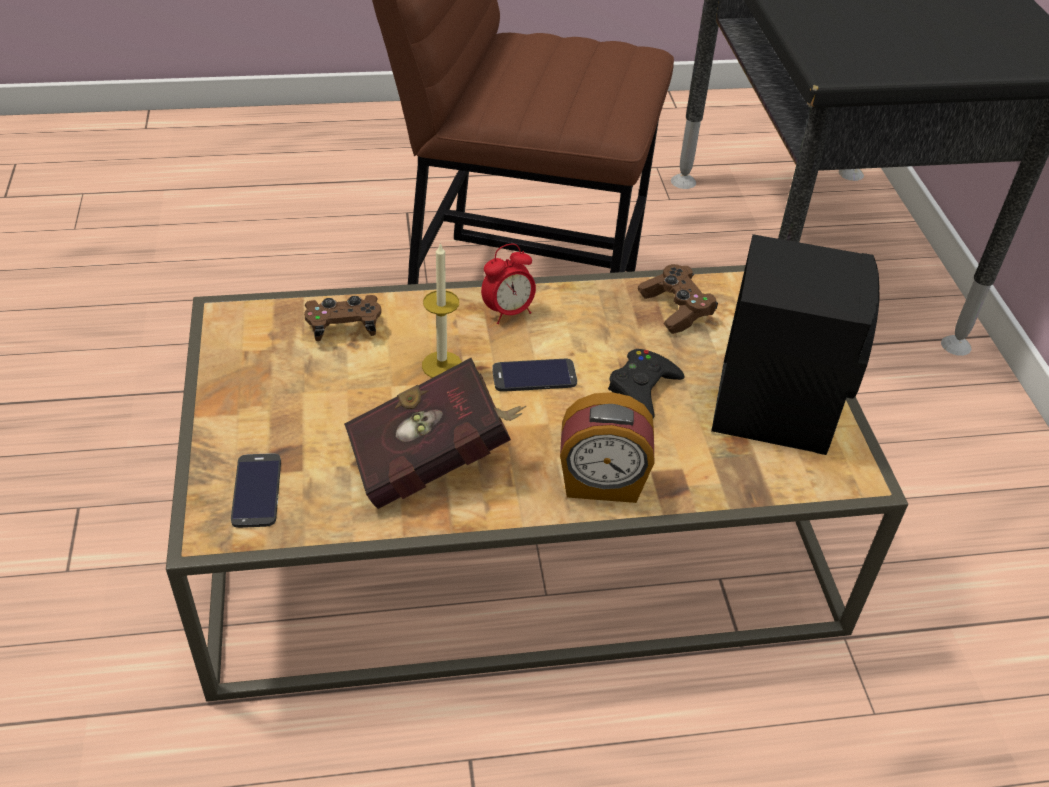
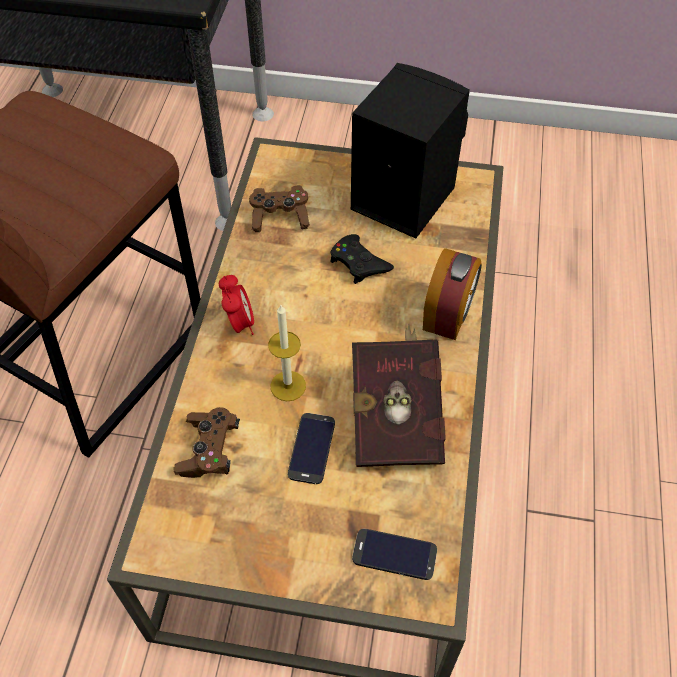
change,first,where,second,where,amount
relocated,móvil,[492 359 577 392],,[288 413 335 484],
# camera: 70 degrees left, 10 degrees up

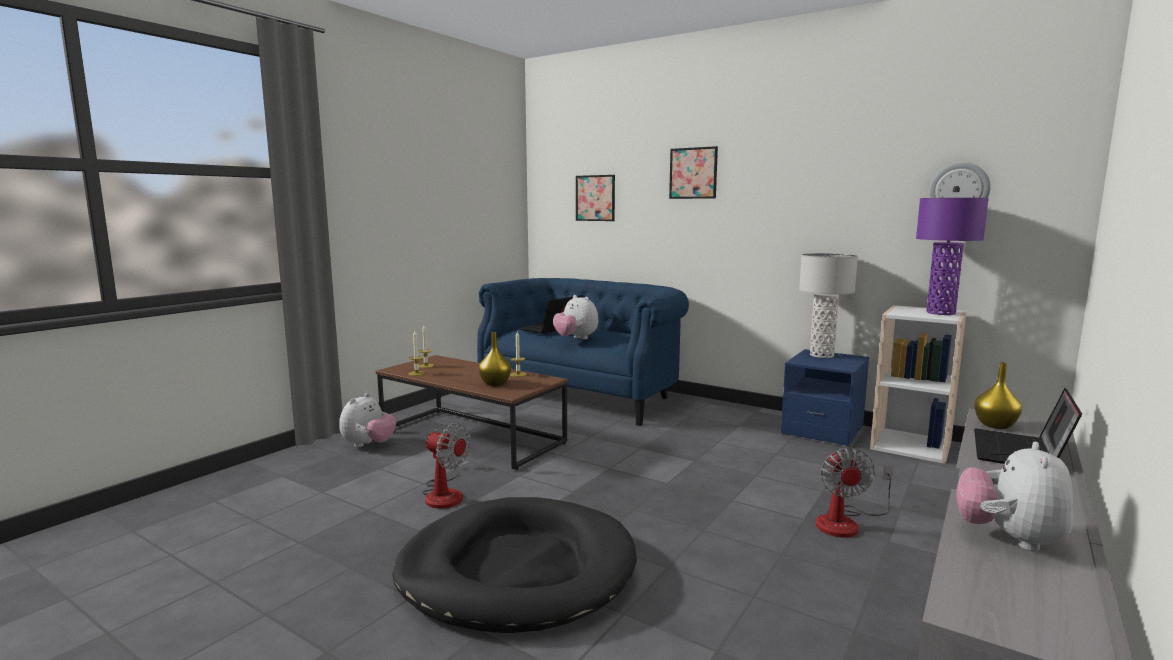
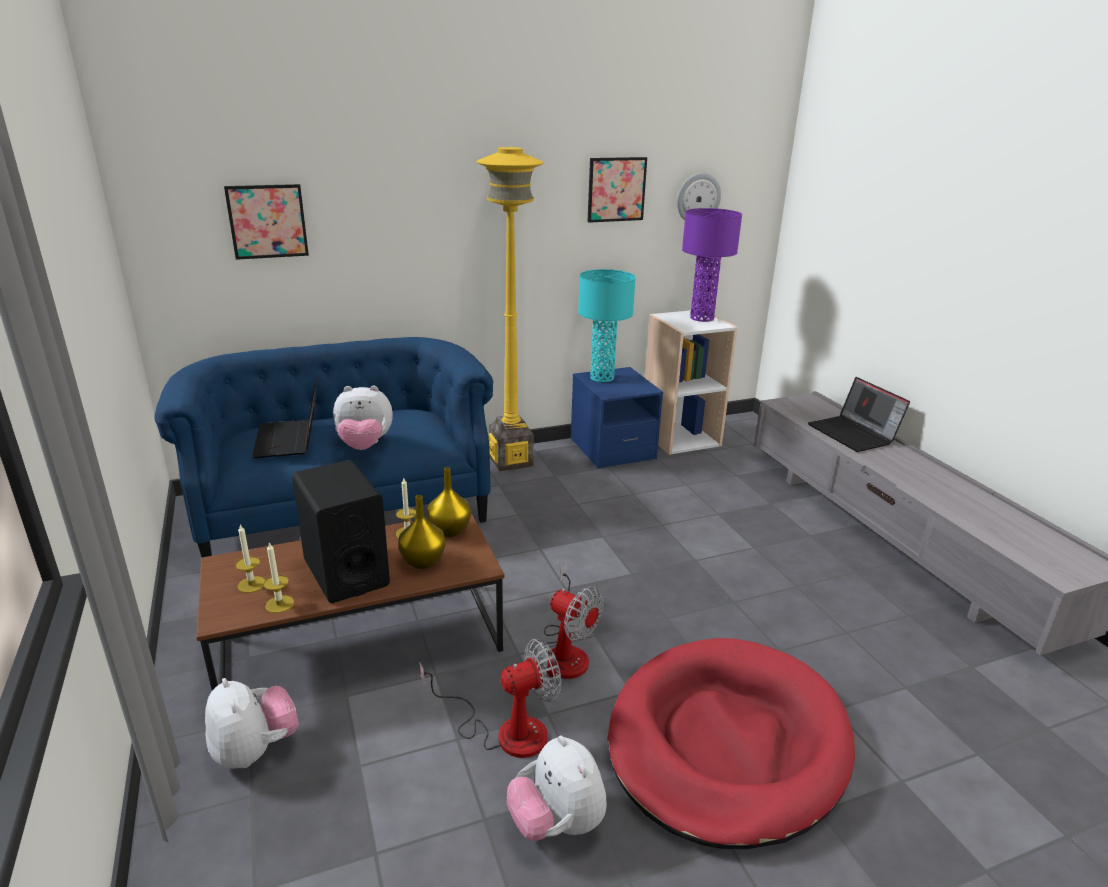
change,first,where,second,where,amount
appeared,,,altavoz [negro],[292 460 390 603],
appeared,,,lámpara de pie [amarillo],[477 147 544 471],
relocated,cuadro,[669 146 718 199],,[587 157 647 223],
relocated,ventilador,[816 448 893 538],,[542 564 604 679],
relocated,peluche,[956 442 1073 552],,[507 735 607 841],
relocated,florero [amarillo],[974 362 1022 429],,[427 467 471 537],
colour,cama para perro [negro],[392 497 637 633],cama para perro [rojo],[608 638 855 849],
colour,lámpara de mesa [blanco],[799 253 858 358],lámpara de mesa [turquesa],[578 269 636 382],
# camera: 55 degrees left, 15 degrees up

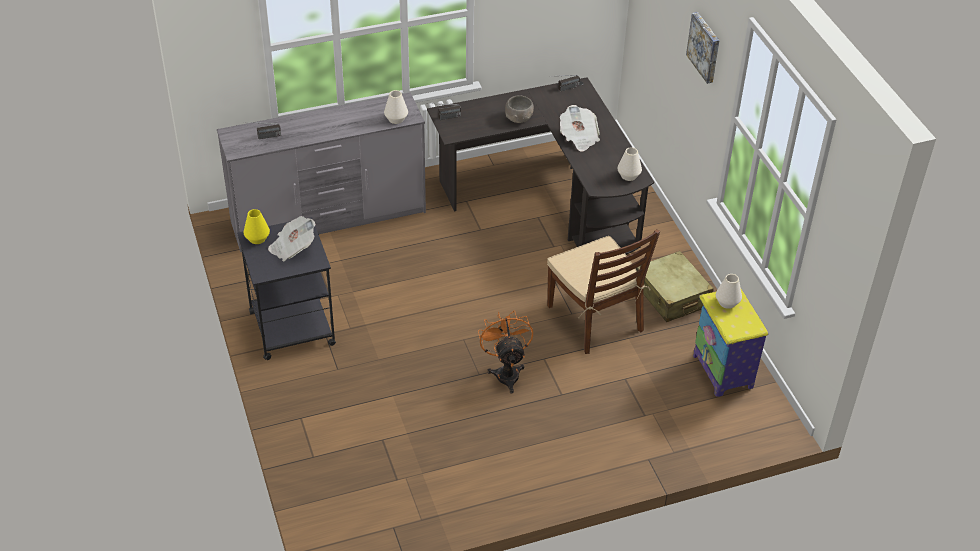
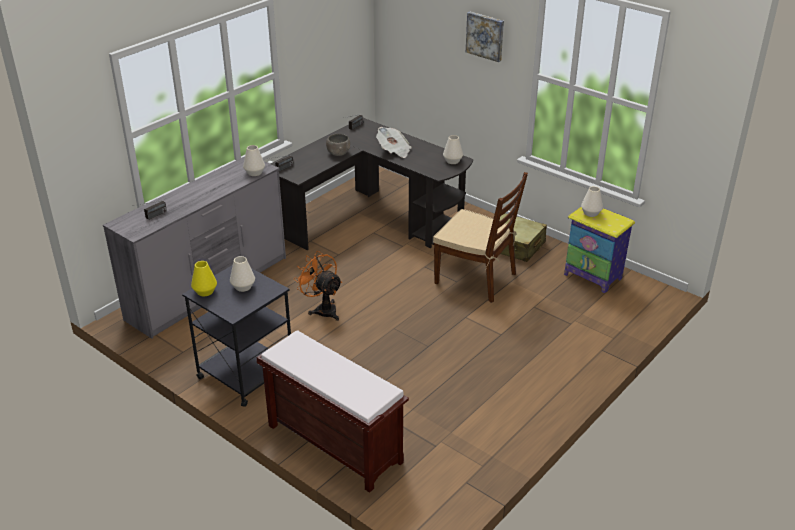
change,first,where,second,where,amount
appeared,,,banco [marrón],[257 330 409 493],
relocated,ventilador [naranja],[478 310 533 394],,[294 251 342 321],
exchanged,periódico,[268 216 316 261],florero [blanco],[230 256 255 292],
# camera: 30 degrees left, 10 degrees down

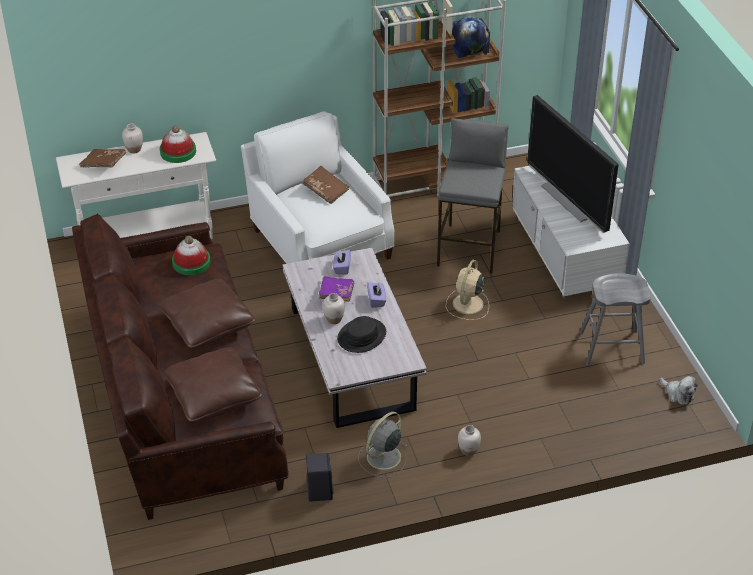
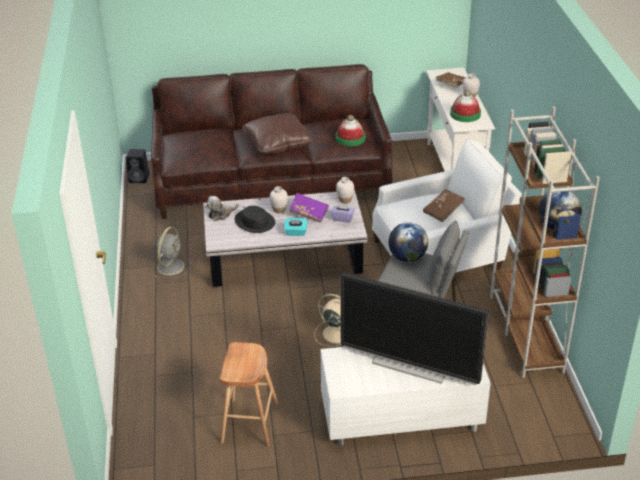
change,first,where,second,where,amount
missing,cojín [marrón],[164 347 262 422],,,
appeared,,,globo terráqueo,[389 222 428 262],
relocated,altavoz [negro],[306 453 333 502],,[126 149 149 183],
relocated,florero [blanco],[458 425 481 456],,[336 177 354 204],
relocated,peluche,[660 376 698 405],,[206 196 239 221],
colour,caja de pañuelos [morado],[367 282 386 308],caja de pañuelos [turquesa],[284 218 307 236],
colour,taburete [gris],[579 273 651 366],taburete [marrón],[220 342 279 447],
spun,ventilador [gris],[358 412 409 478],,[153 227 191 279],60 degrees clockwise
spun,televisor,[527 95 619 233],,[340 272 489 385],135 degrees counterclockwise
# camera: 100 degrees right, 5 degrees down

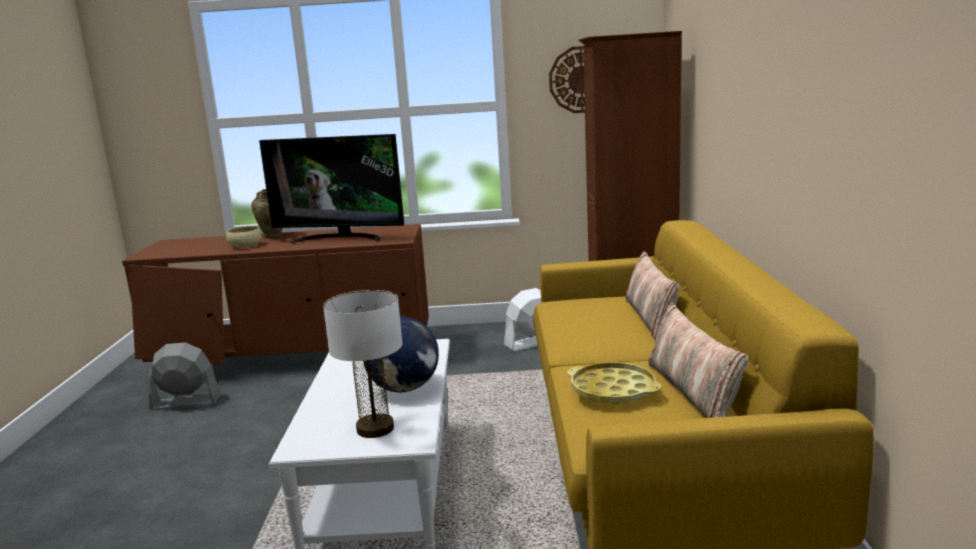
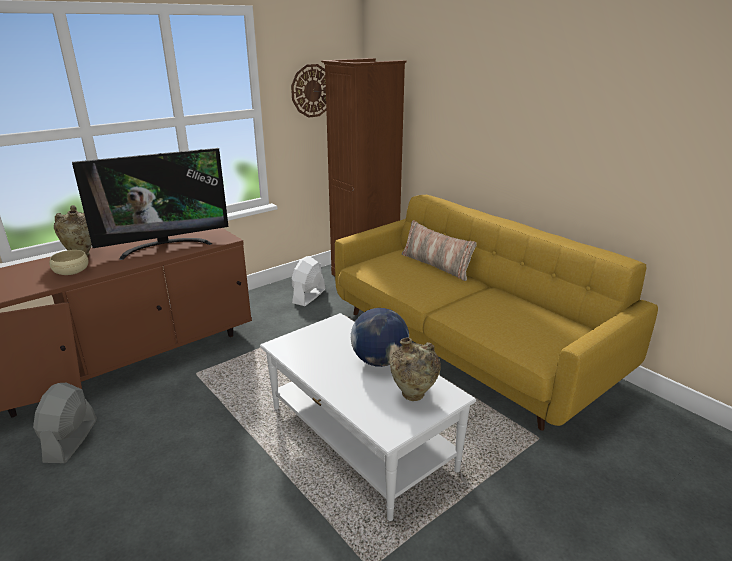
change,first,where,second,where,amount
missing,bandeja [amarillo],[567 362 662 405],,,
missing,cojín,[648 303 748 418],,,
exchanged,lámpara de mesa,[323 290 402 438],florero [beis],[390 338 441 401],
spun,ventilador [gris],[149 342 221 411],,[33 383 97 463],45 degrees counterclockwise
# camera: 40 degrees left, 10 degrees up

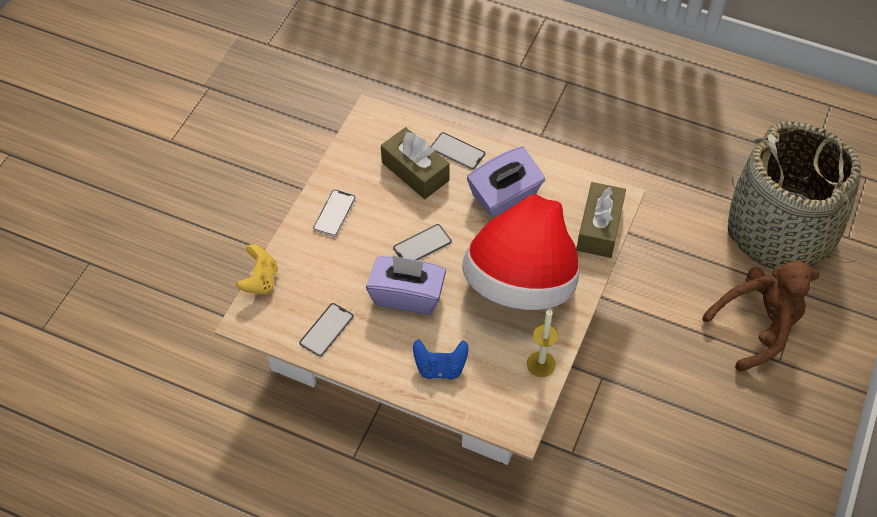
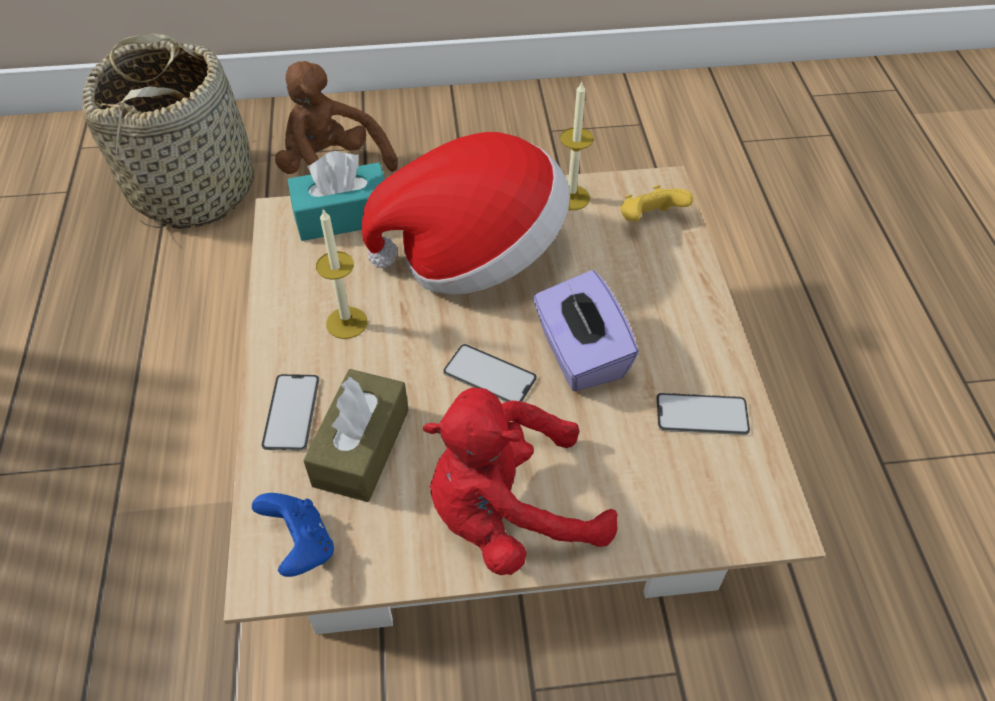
change,first,where,second,where,amount
relocated,mando de consola [amarillo],[236 244 278 295],,[620 185 693 222],
relocated,mando de consola [azul],[413 339 468 380],,[252 493 334 577],
exchanged,móvil,[313 189 356 237],peluche [rojo],[423 388 618 575],
exchanged,caja de pañuelos [morado],[467 147 545 217],vela,[316 209 367 339],
colour,caja de pañuelos [marrón],[576 182 626 258],caja de pañuelos [turquesa],[288 151 385 241],
# camera: 120 degrees left, 5 degrees down

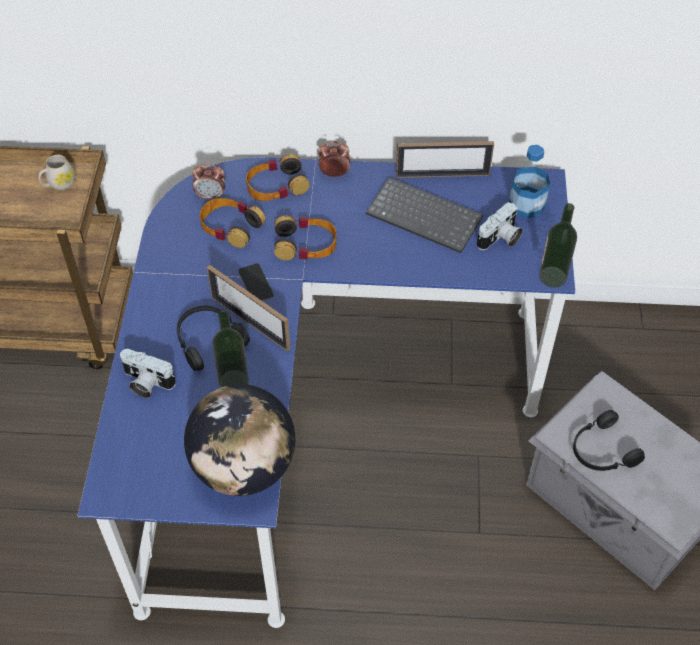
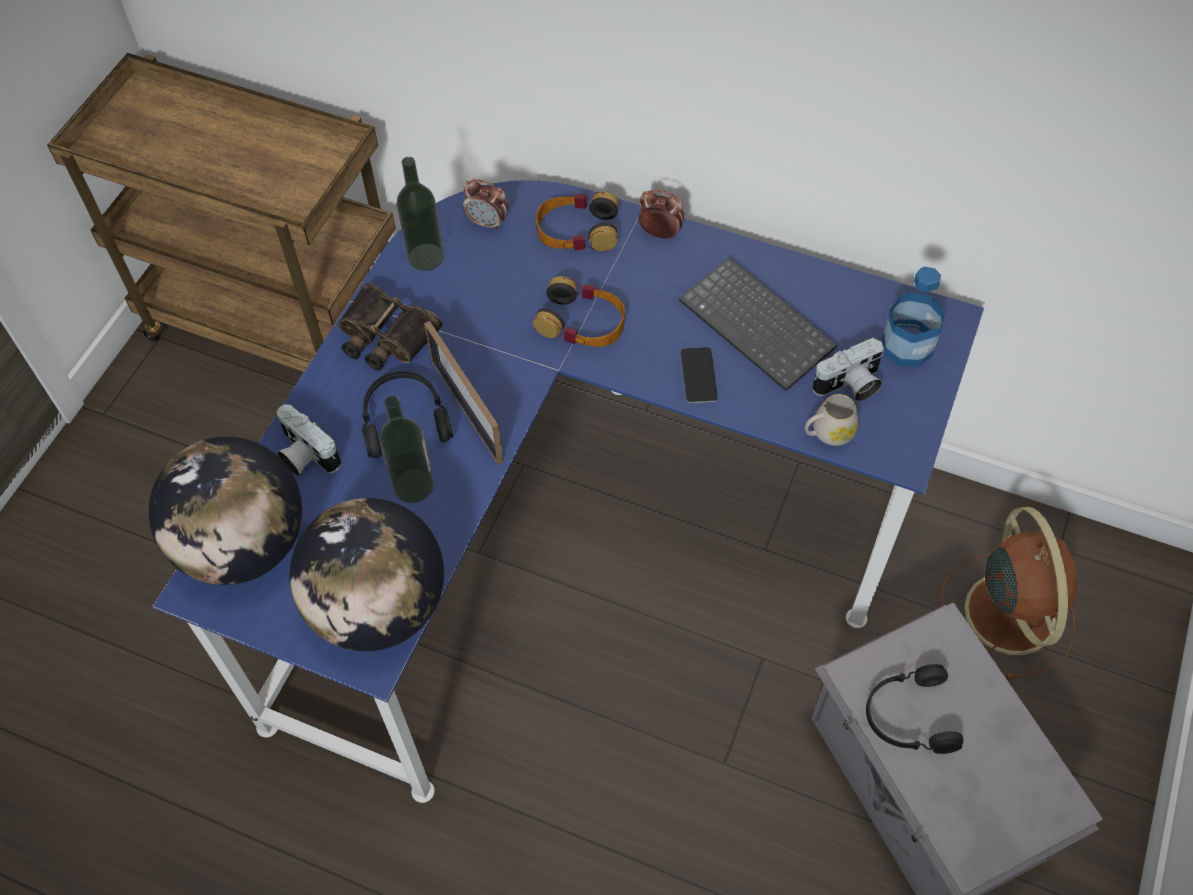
change,first,where,second,where,amount
missing,auriculares,[200 198 266 248],,,
missing,portarretratos,[396 141 494 178],,,
appeared,,,globo terráqueo,[149 437 302 585],
appeared,,,prismáticos,[338 283 443 371],
appeared,,,ventilador [marrón],[940 507 1077 680],
relocated,taza grande [blanco],[38 155 75 190],,[805 394 858 446],
relocated,móvil,[238 263 274 301],,[681 347 718 403],
relocated,botella,[539 203 577 288],,[397 157 444 271],
# camera: 20 degrees right, 5 degrees up

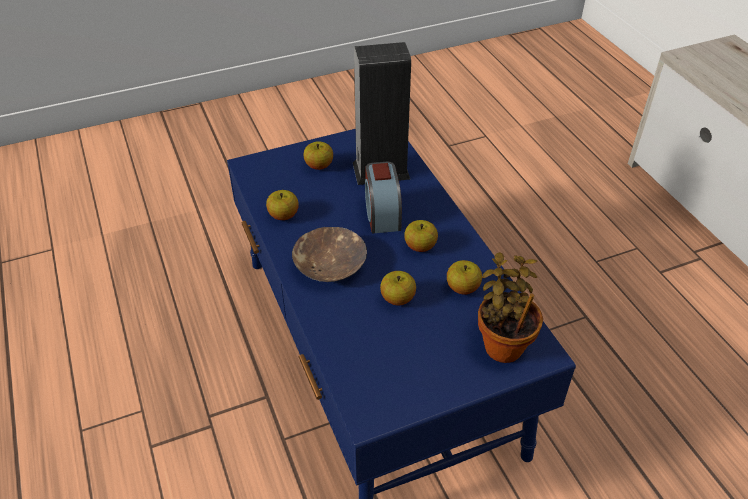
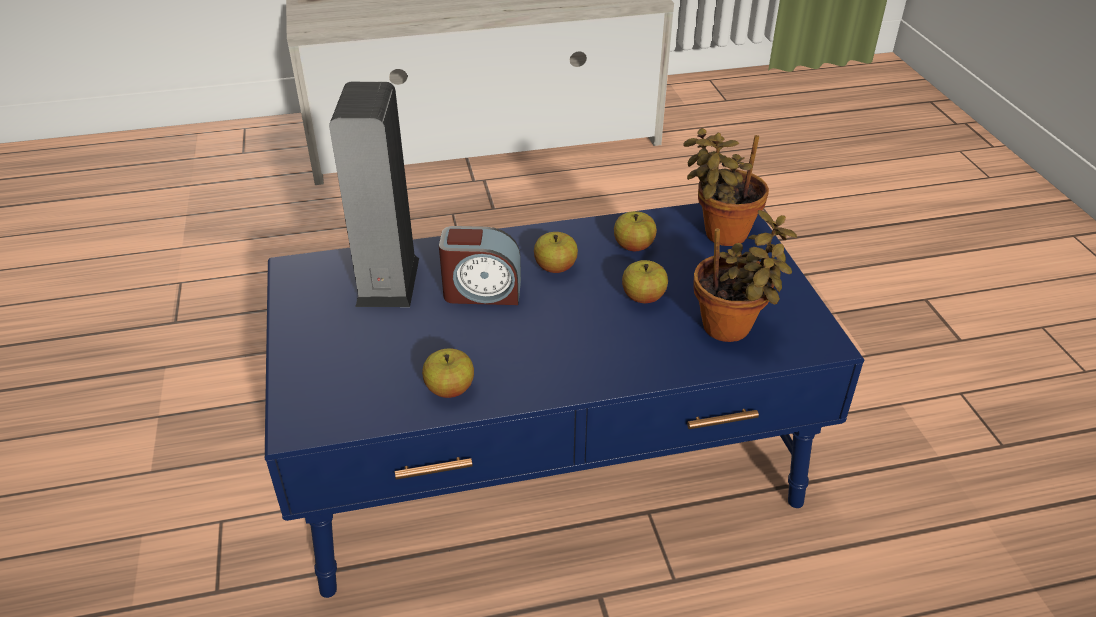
change,first,where,second,where,amount
missing,cuenco [marrón],[292 227 367 282],,,
missing,manzana,[304 141 333 170],,,
appeared,,,planta en maceta,[693 210 797 342],
# camera: 80 degrees left, 5 degrees down

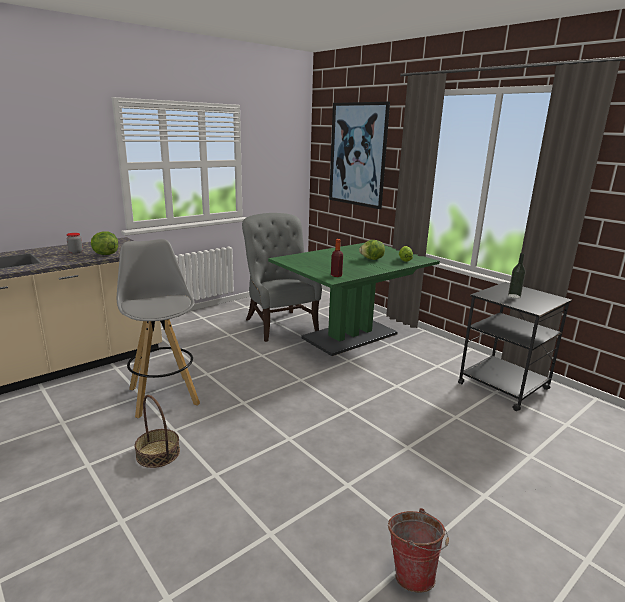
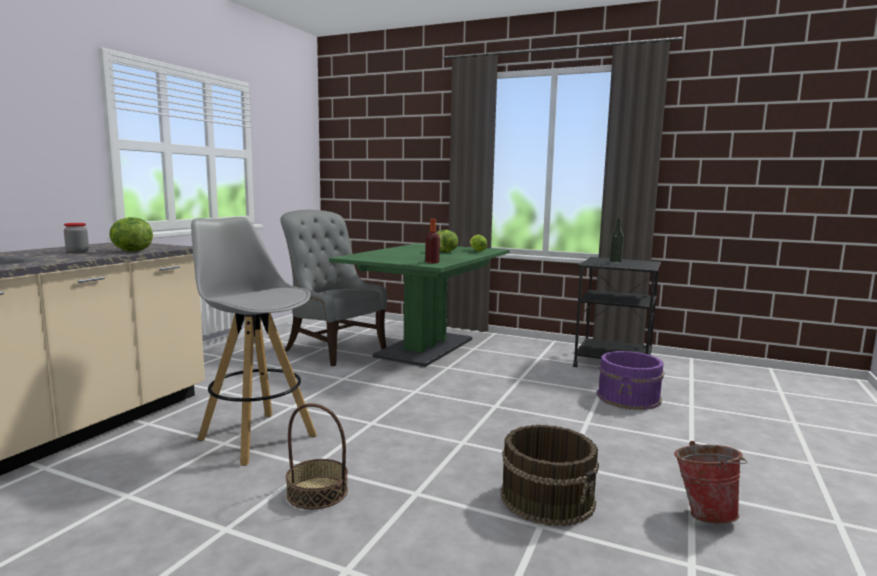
change,first,where,second,where,amount
missing,cuadro,[329 102 390 209],,,
appeared,,,cubo [marrón],[501 424 599 526],
appeared,,,cubo [morado],[597 351 664 410],
# camera: 25 degrees left, 10 degrees down

